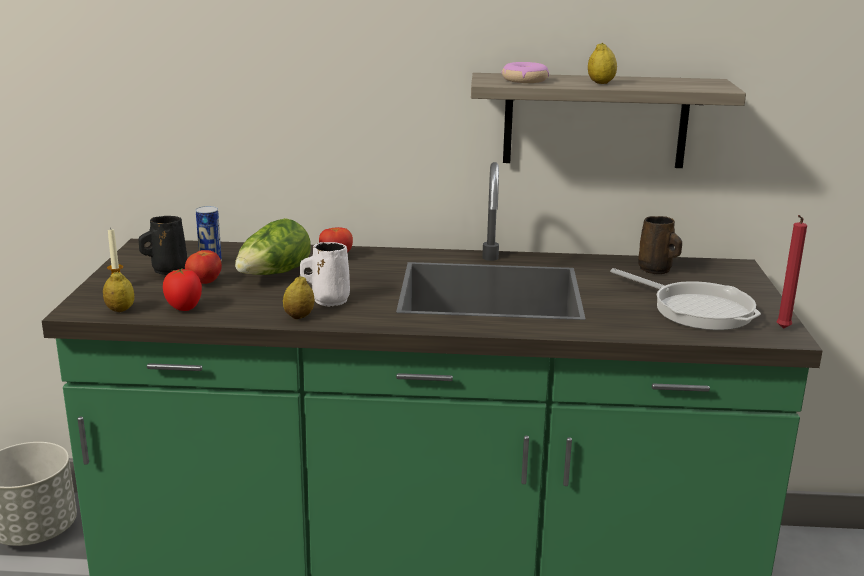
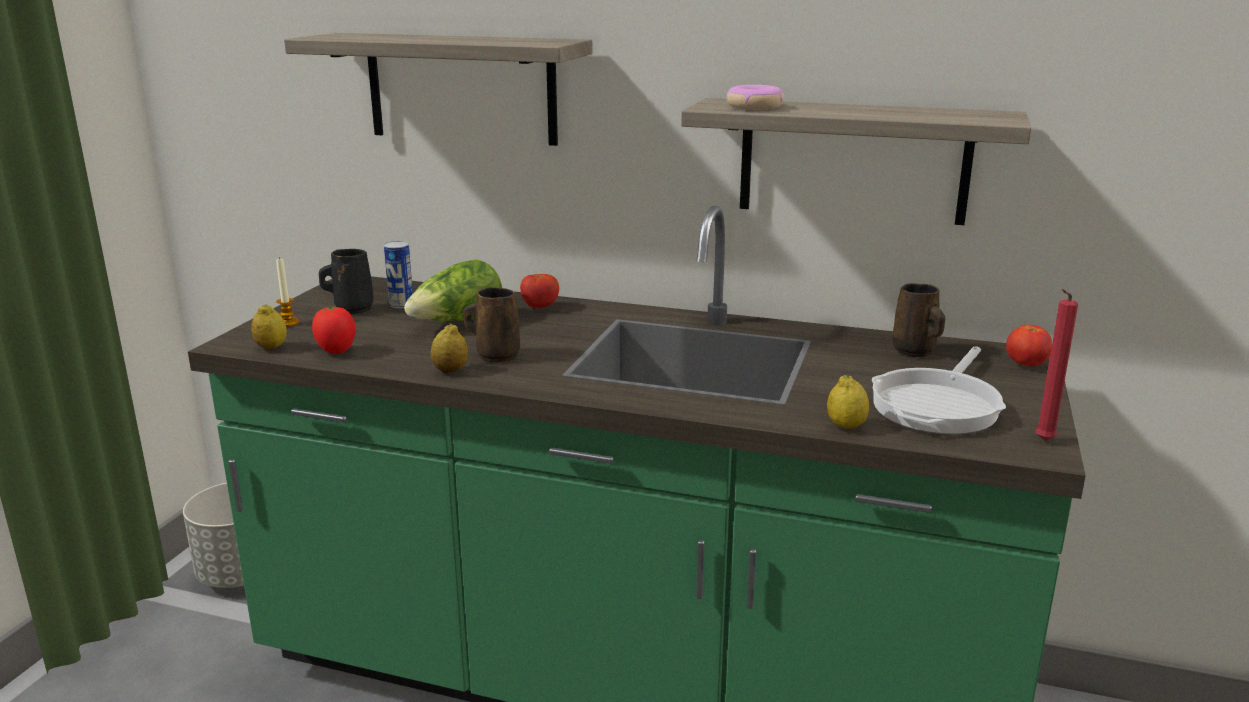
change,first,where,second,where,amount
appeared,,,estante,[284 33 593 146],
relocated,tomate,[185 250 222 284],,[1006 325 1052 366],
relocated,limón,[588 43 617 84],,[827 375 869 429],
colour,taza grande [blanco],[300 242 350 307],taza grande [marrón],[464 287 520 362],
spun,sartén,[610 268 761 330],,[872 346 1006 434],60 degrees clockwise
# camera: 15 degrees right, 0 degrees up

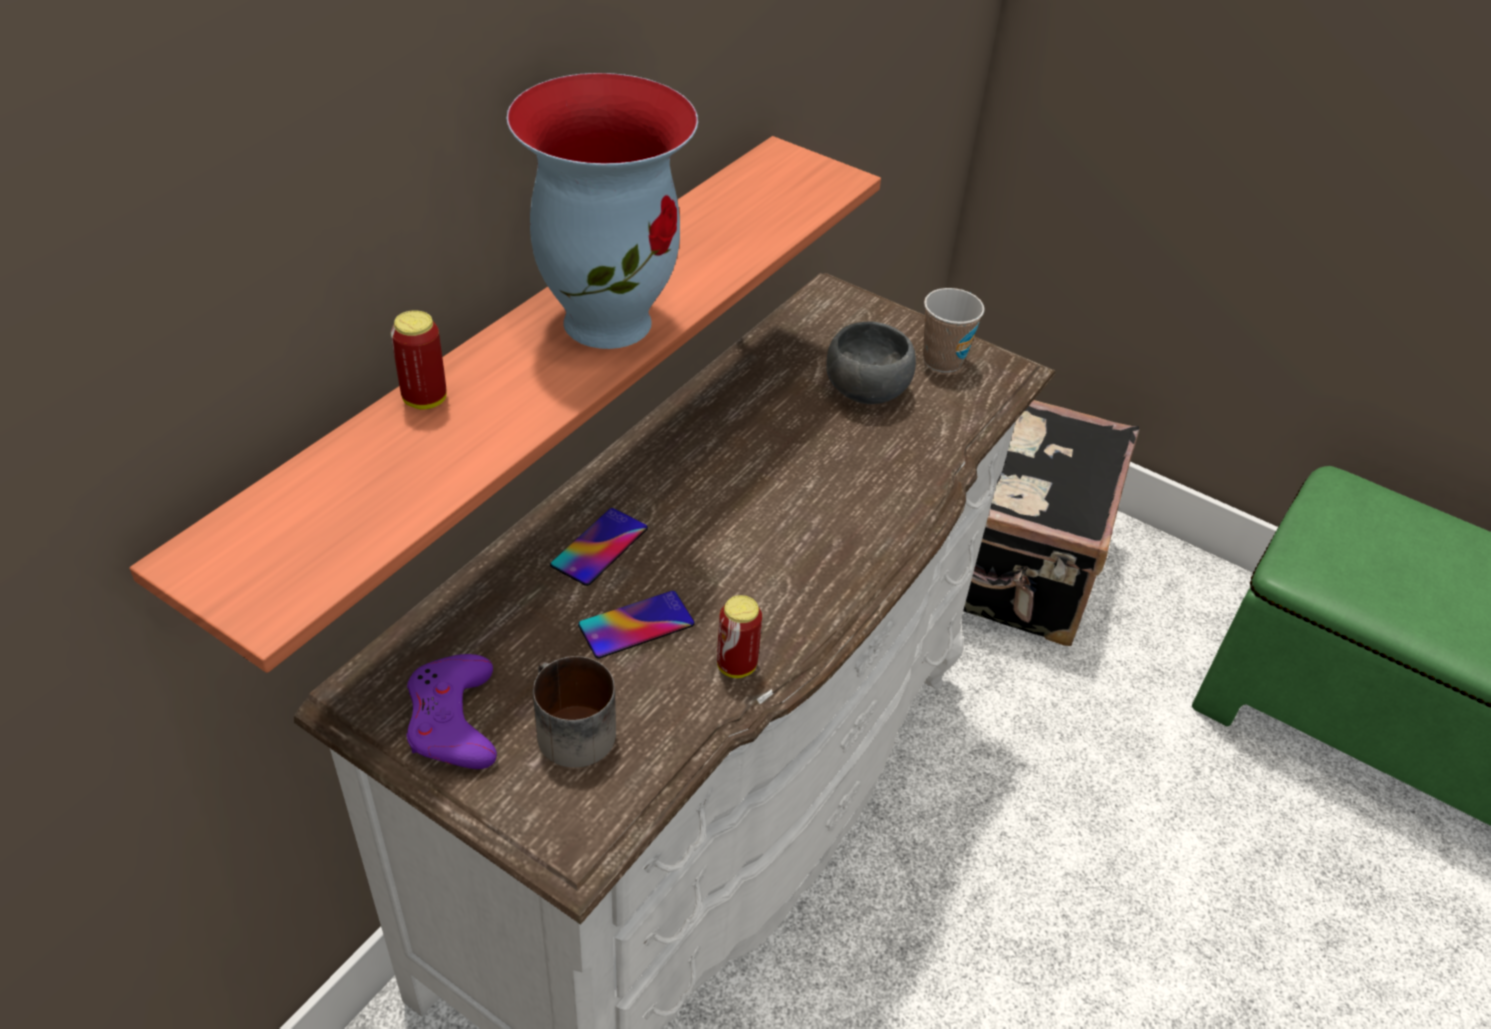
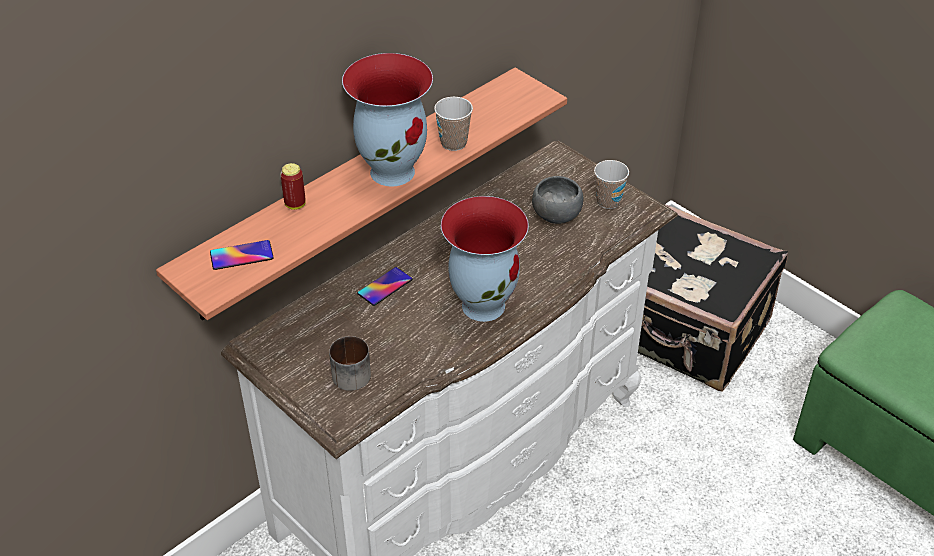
change,first,where,second,where,amount
missing,mando de consola [morado],[406 654 497 769],,,
missing,lata,[717 595 762 678],,,
appeared,,,taza,[434 97 473 151],
appeared,,,florero,[441 196 529 322],
relocated,móvil,[578 591 695 658],,[210 240 274 270],
# camera: 15 degrees right, 0 degrees up

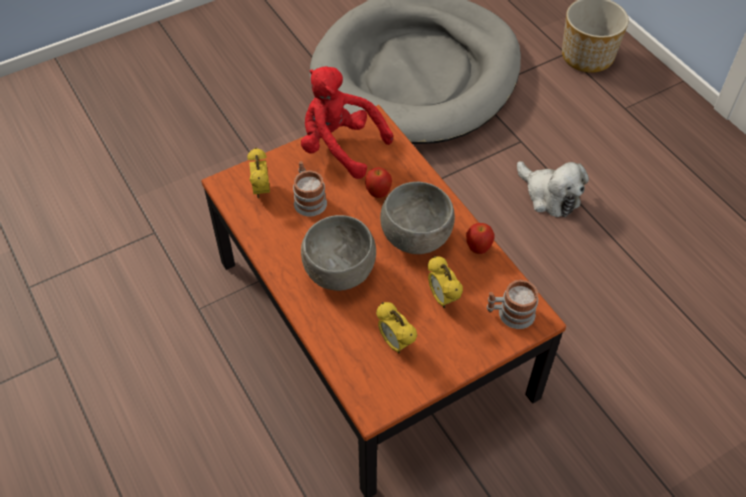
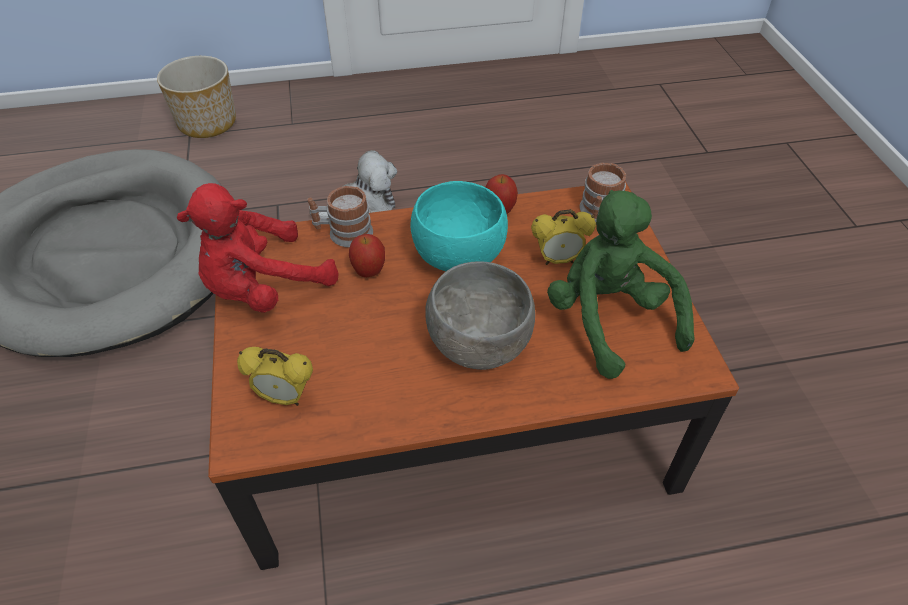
change,first,where,second,where,amount
relocated,taza grande,[293 161 327 217],,[307 186 373 247],
exchanged,despertador,[376 302 417 354],peluche [verde],[547 190 695 379],
colour,cuenco [gris],[380 182 455 254],cuenco [turquesa],[410 181 508 271],
# camera: 70 degrees left, 5 degrees down

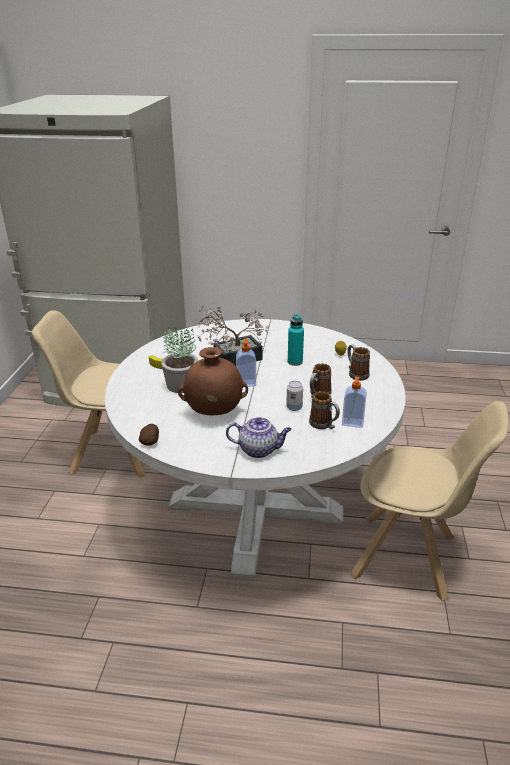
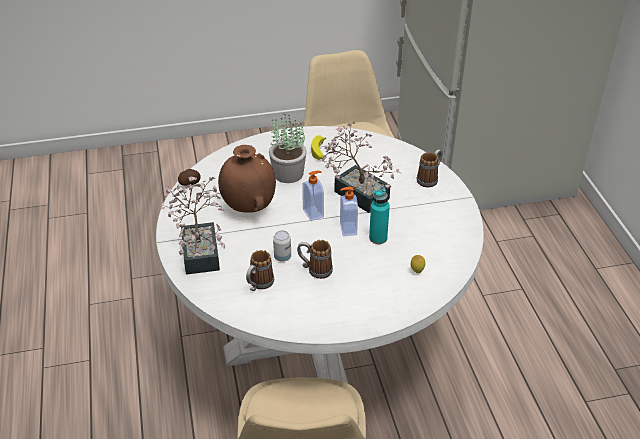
change,first,where,second,where,amount
relocated,dispensador de jabón,[342 377 367 428],,[340 187 358 236],
relocated,taza grande,[347 344 370 381],,[417 149 442 188],
exchanged,tetera,[226 417 292 458],planta en maceta,[162 177 225 275],
# camera: 70 degrees right, 10 degrees up

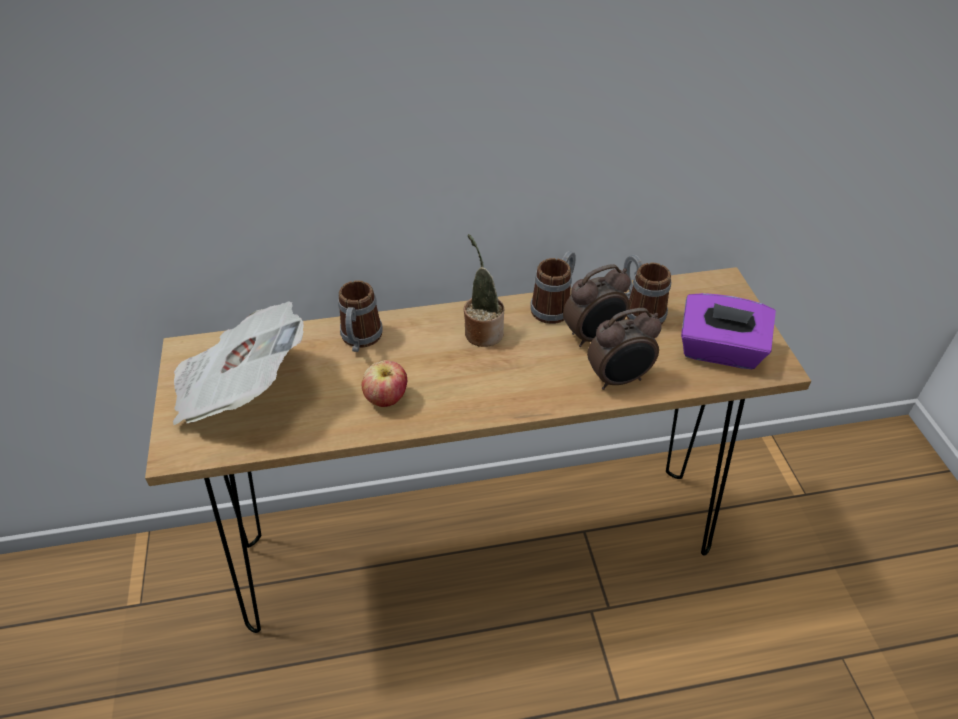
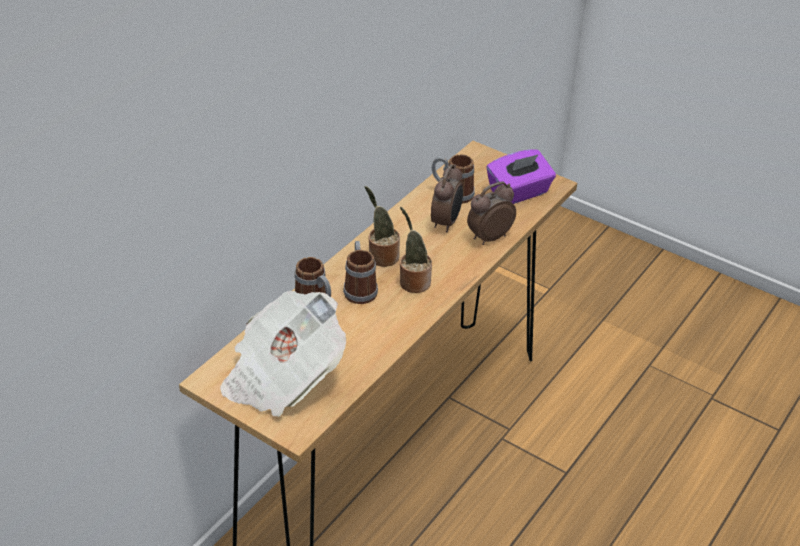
change,first,where,second,where,amount
missing,manzana,[362 360 407 407],,,
appeared,,,planta en maceta,[400 207 432 293],
relocated,taza grande,[530 251 576 324],,[343 241 378 304],
spun,despertador,[587 308 662 390],,[467 181 516 245],150 degrees counterclockwise
# camera: 45 degrees left, 5 degrees down

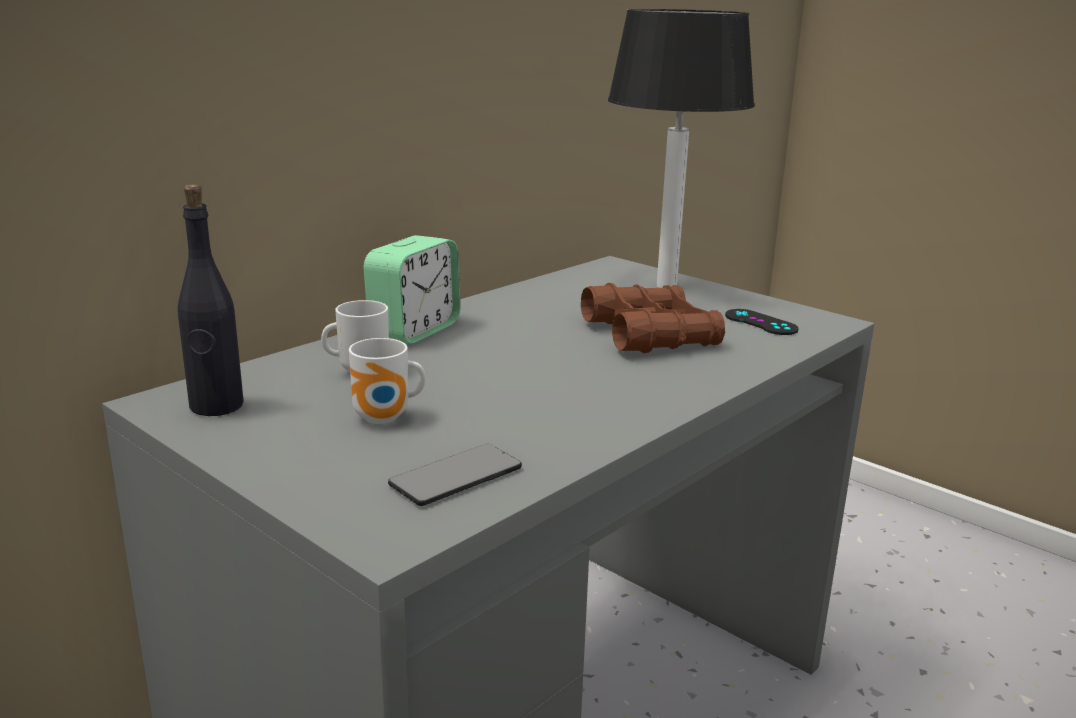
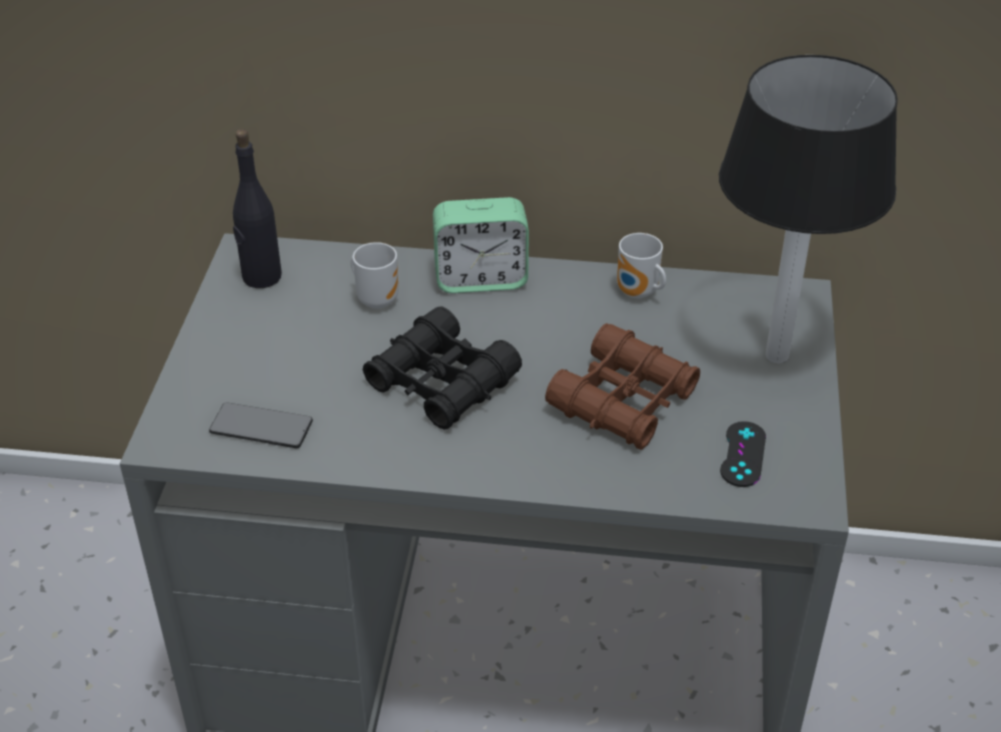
change,first,where,second,where,amount
appeared,,,prismáticos [negro],[363 306 522 430],
relocated,taza grande,[349 338 426 424],,[617 233 666 298],
# camera: 55 degrees right, 20 degrees up

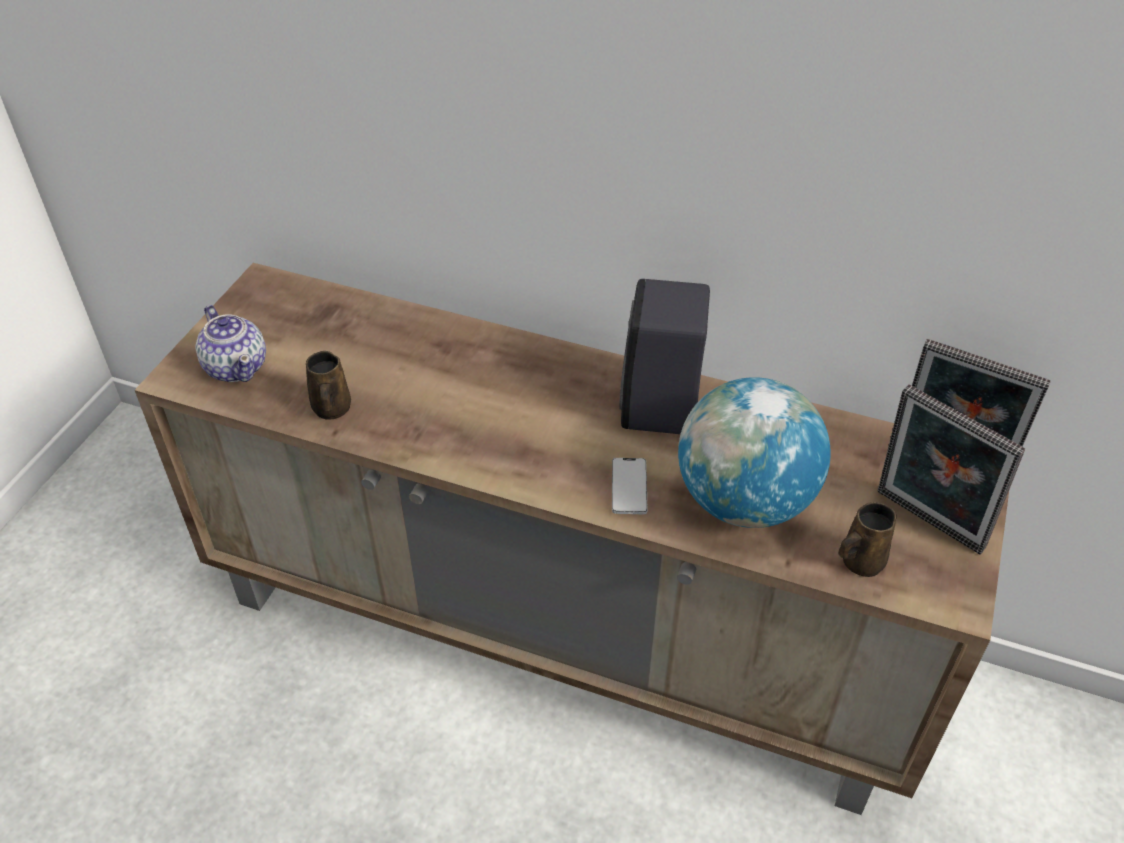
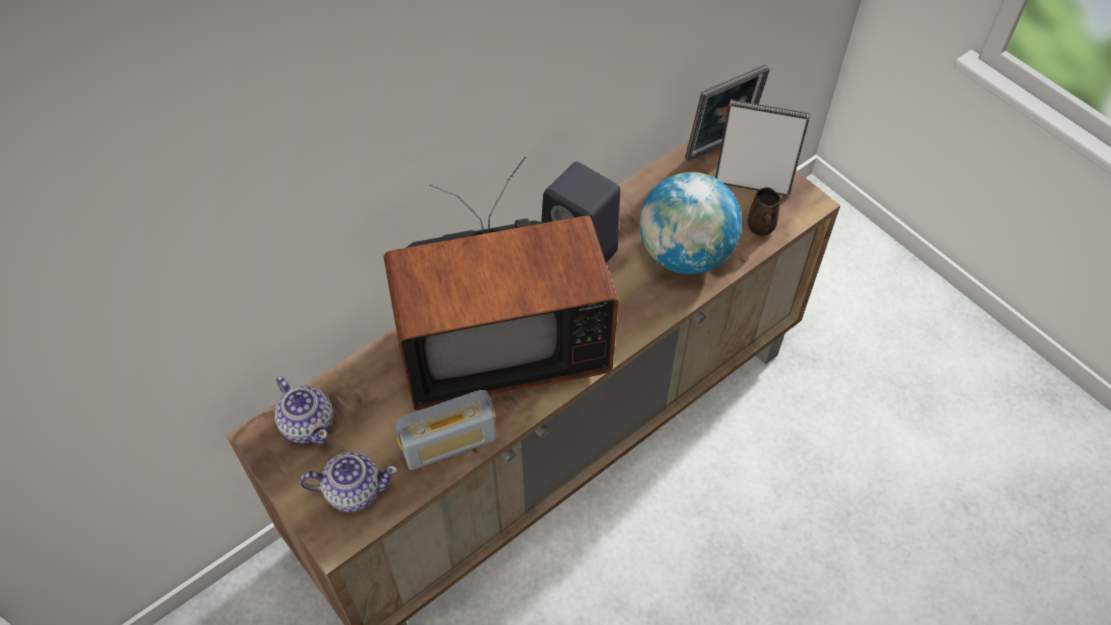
change,first,where,second,where,amount
missing,móvil,[612 458 648 514],,,
appeared,,,tetera,[275 376 334 445],
appeared,,,televisor,[384 156 618 411],
exchanged,taza grande [marrón],[306 351 351 420],radio,[395 390 496 470],
spun,portarretratos,[877 384 1025 554],,[715 99 810 196],150 degrees counterclockwise
# camera: 60 degrees left, 10 degrees up

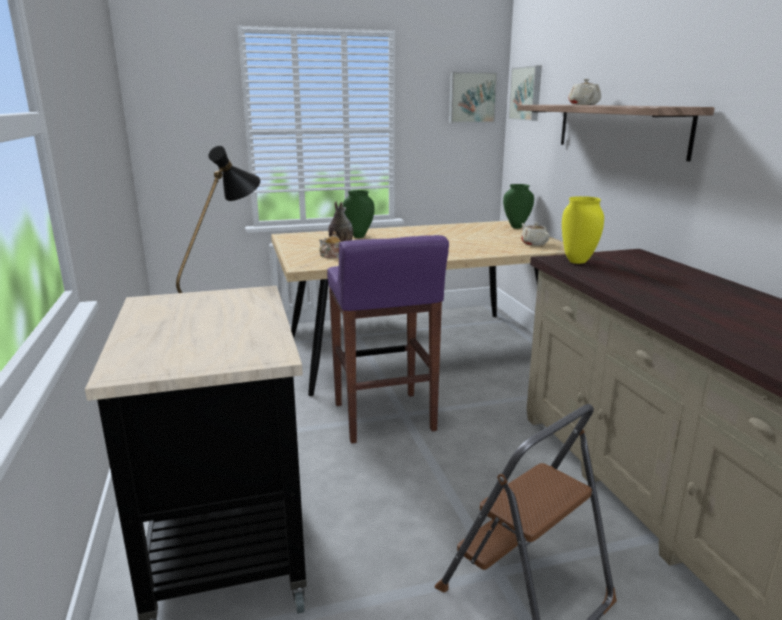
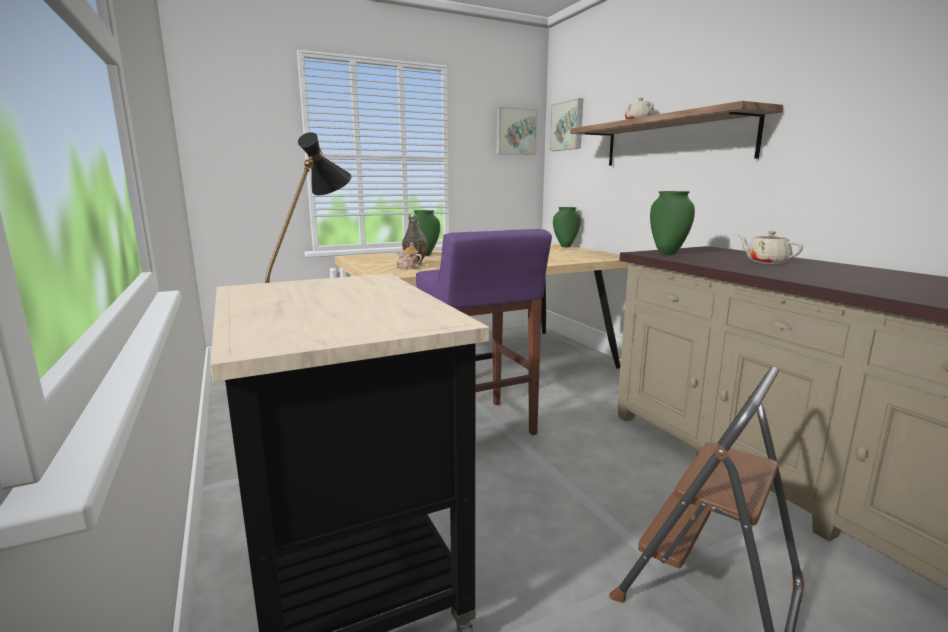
change,first,where,second,where,amount
relocated,tetera [beis],[521 223 550 246],,[738 231 803 264],
colour,florero [amarillo],[562 196 604 264],florero [verde],[650 191 695 255],
# camera: 10 degrees left, 5 degrees down

